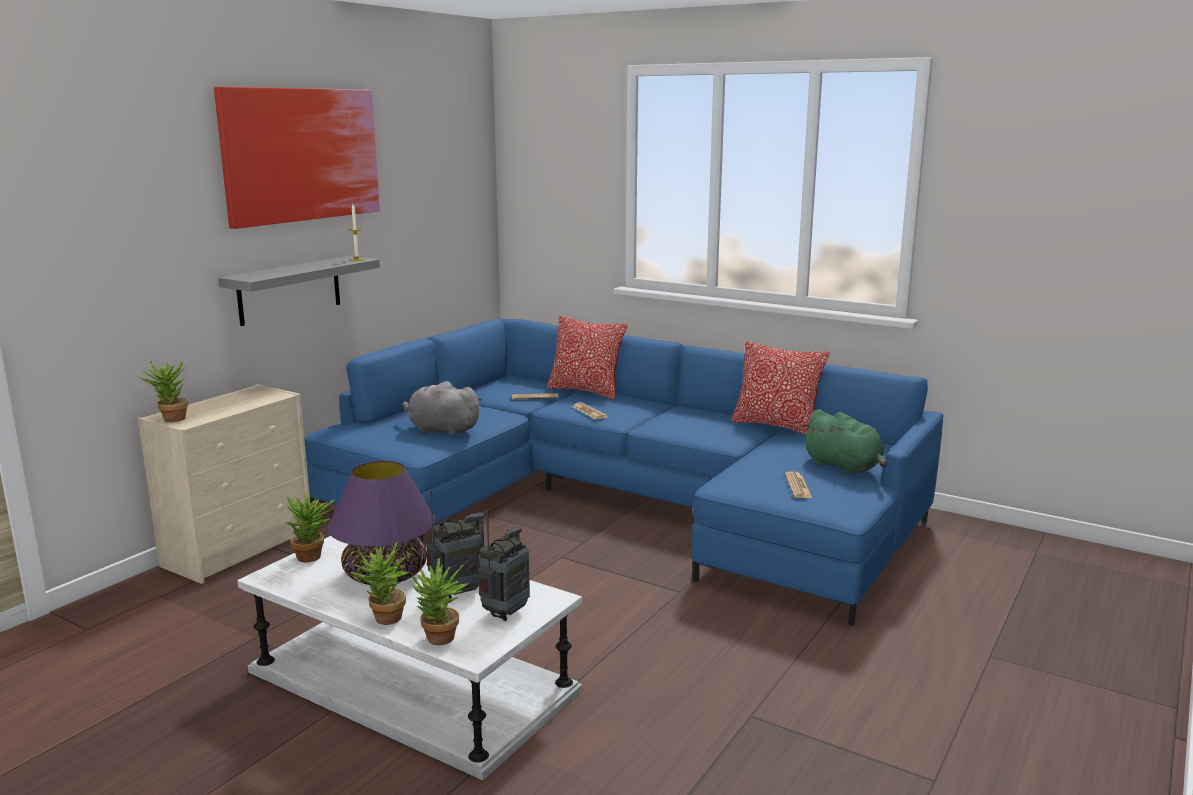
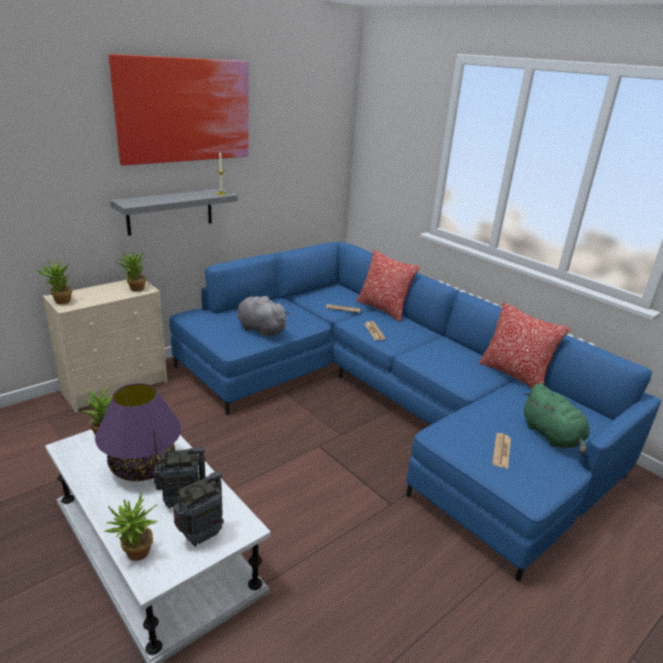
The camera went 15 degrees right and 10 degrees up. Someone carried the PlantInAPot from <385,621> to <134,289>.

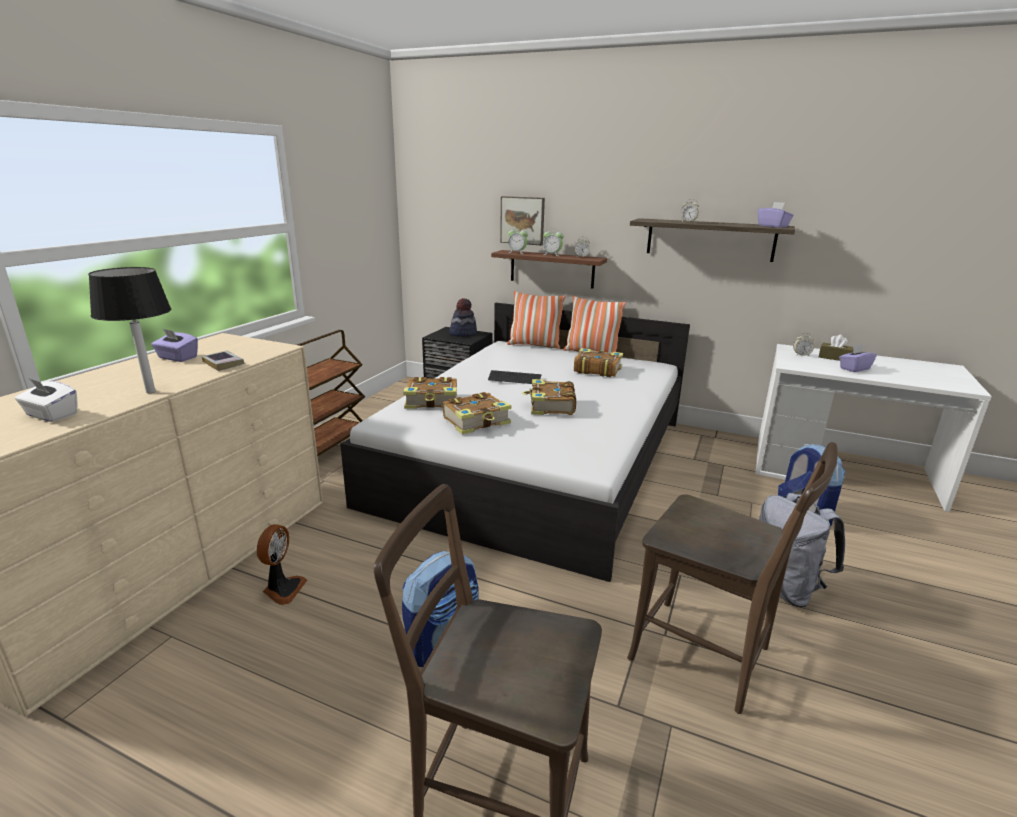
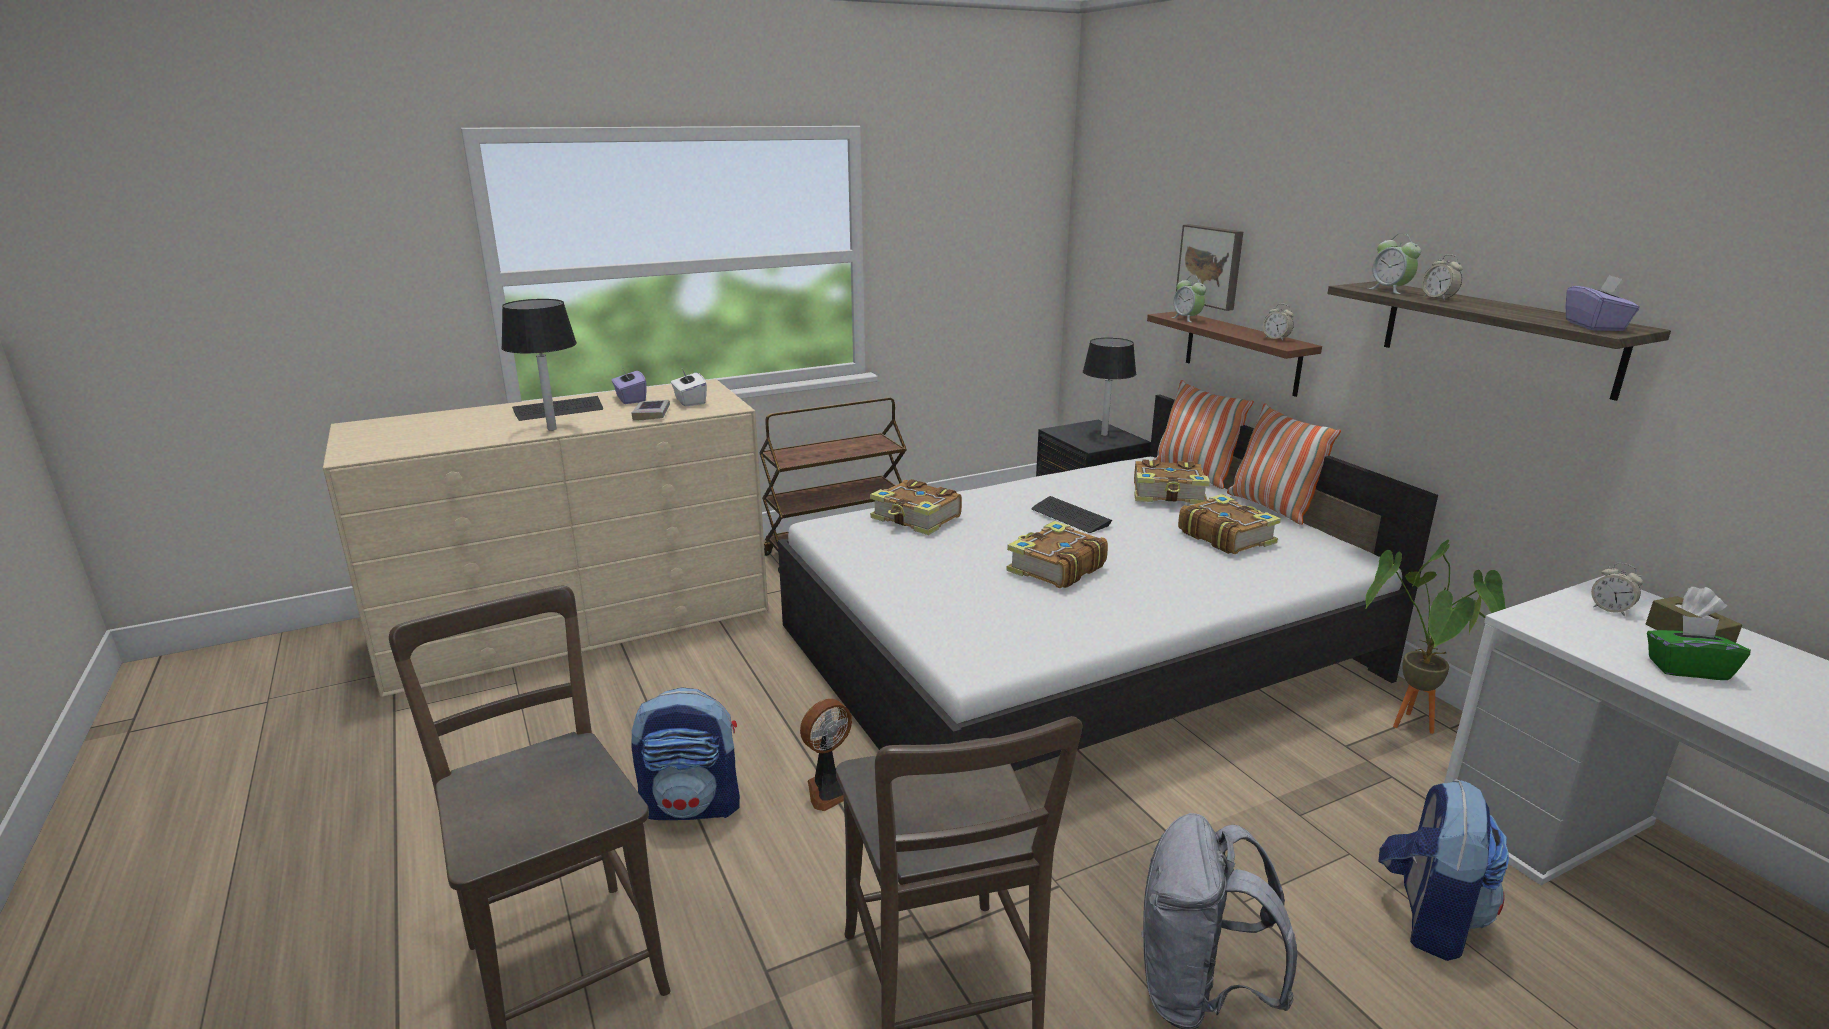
The camera went 40 degrees right and 0 degrees up. Someone put down the Keyboard at <559,411>. Someone put down the PlantInAPot at <1410,729>. Someone carried the WhiteColouredTissueHolder from <51,415> to <689,401>. Someone carried the Fan from <283,589> to <830,789>. Someone carried the Book from <477,422> to <1169,494>. Someone carried the AlarmClock from <552,255> to <1390,290>. Someone swapped the Hat at <463,333> for the BlackishTableLamp at <1104,434>. Someone repainted the PurpleColouredTissueHolder at <854,368>, which became the GreenishTissueHolder at <1687,669>.

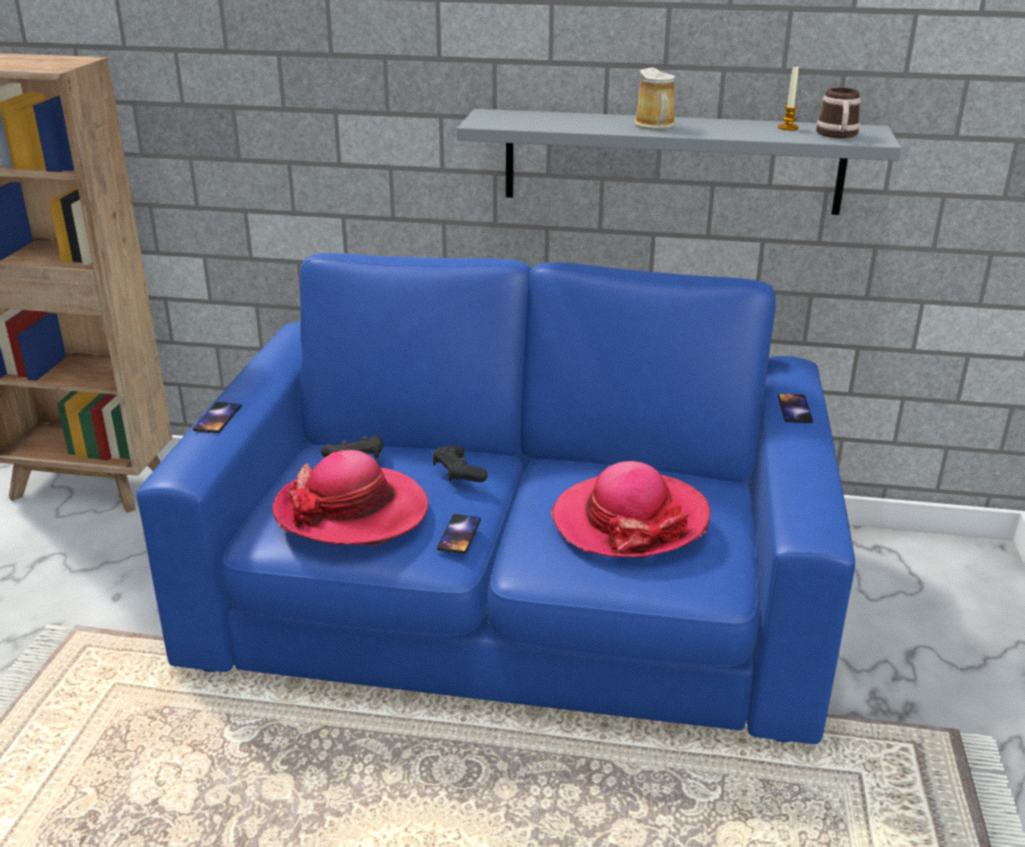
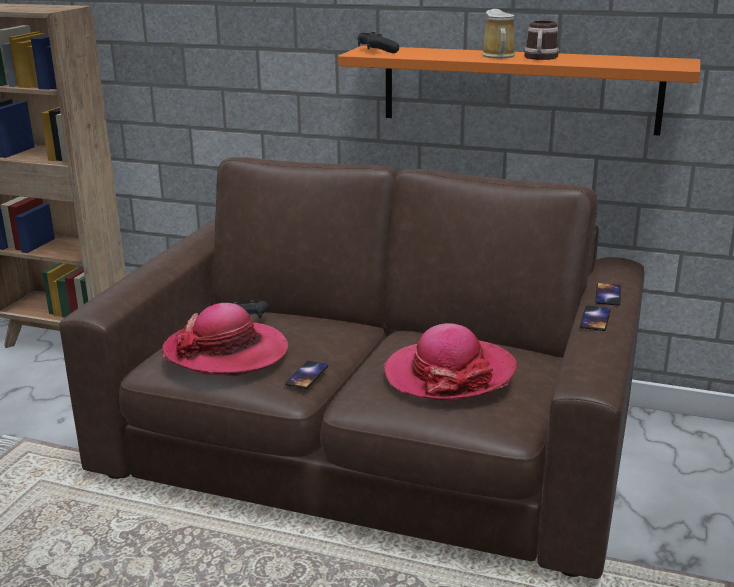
The camera went 10 degrees right and 5 degrees down. Someone took away the Candle at <788,128>. Someone carried the Phone from <218,418> to <595,319>. Someone carried the BlackishGameController from <458,473> to <377,51>. Someone carried the TeaMug from <837,135> to <540,58>. Someone repainted the BlueColouredSettee at <512,597>, which became the BrownSettee at <369,445>. Someone repainted the GrayWallShelf at <672,161>, which became the OrangeColouredWallShelf at <519,89>.

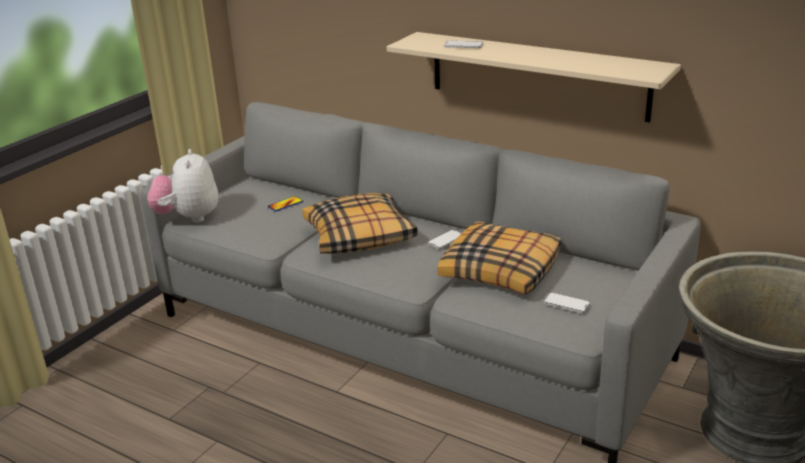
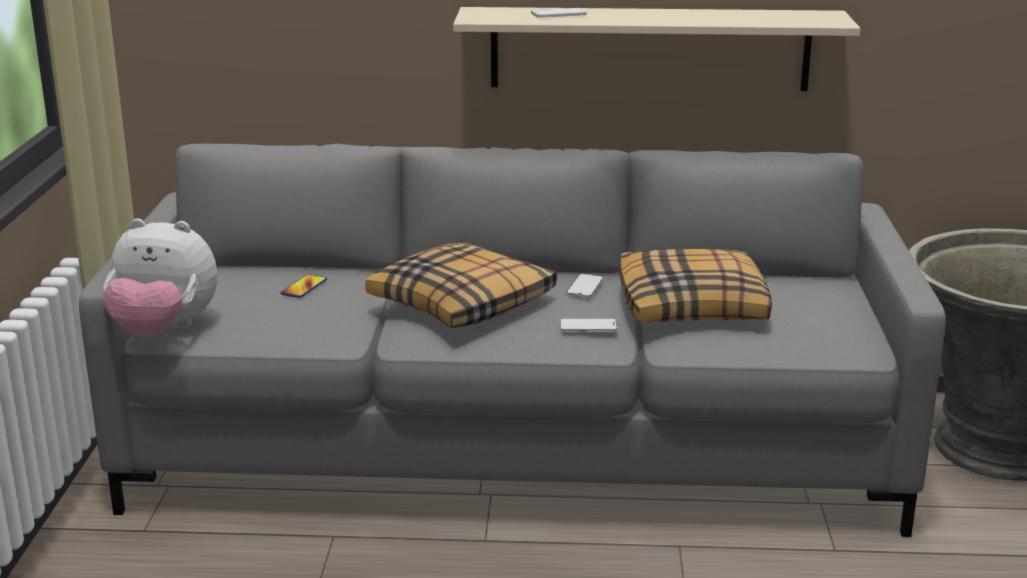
The camera went 30 degrees left and 5 degrees down. Someone carried the Phone from <566,304> to <588,327>. Someone rotated the SoftToy at <189,218> by 45 degrees counterclockwise.

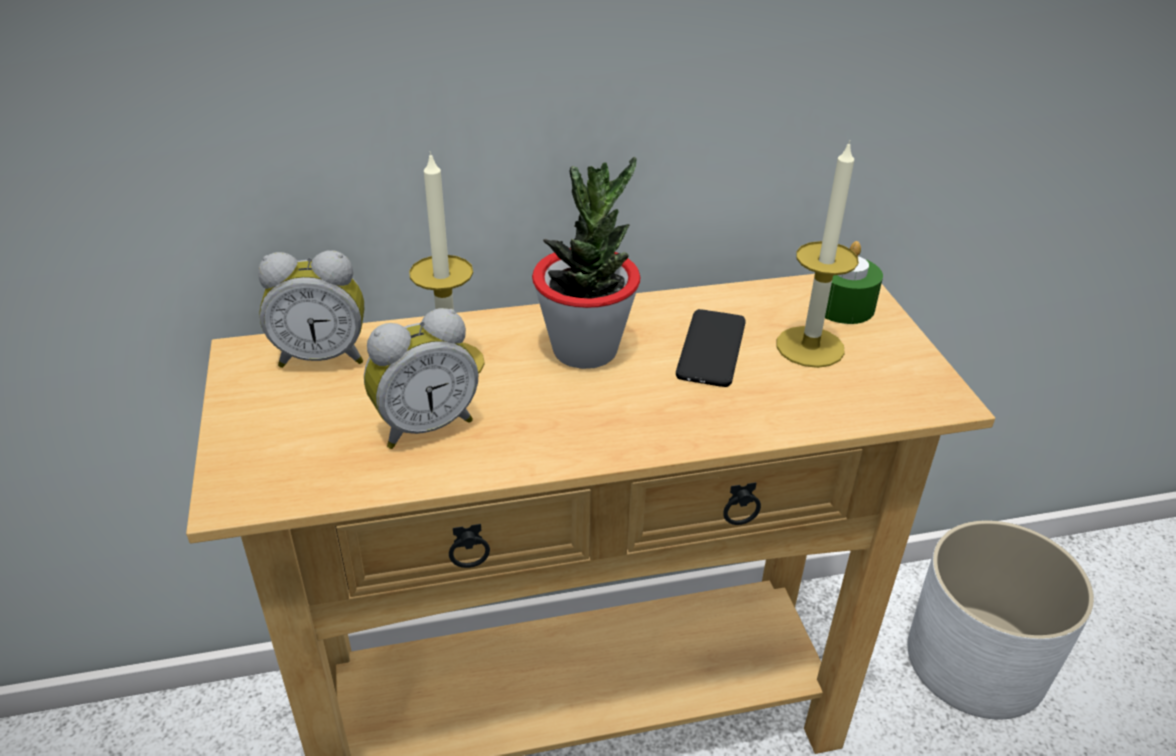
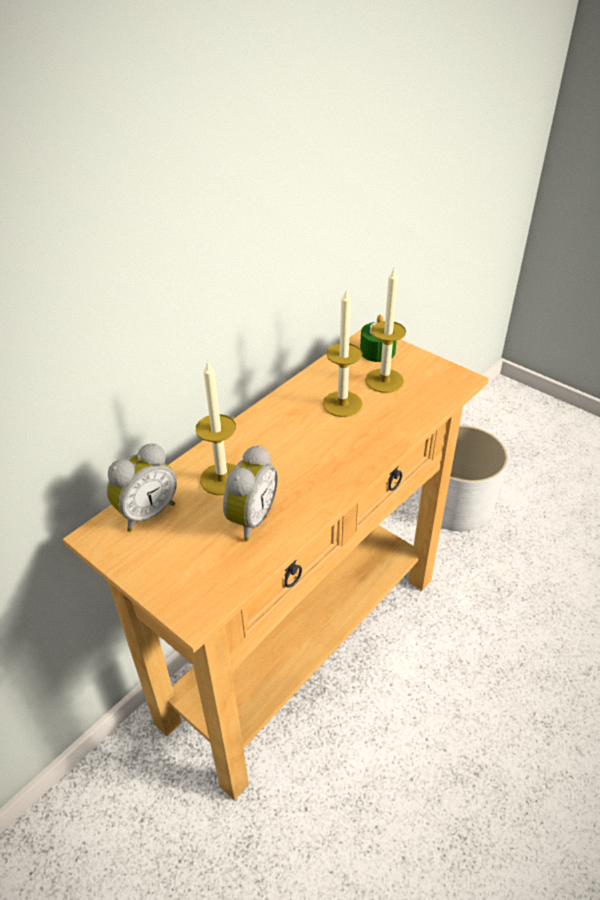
The camera went 35 degrees left and 5 degrees up. Someone took away the PlantInAPot at <585,350>. Someone swapped the Phone at <711,348> for the Candle at <342,404>.

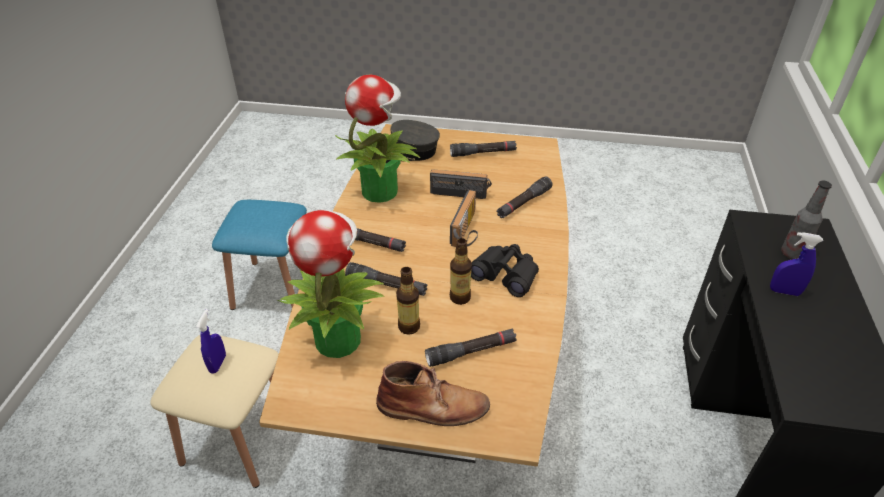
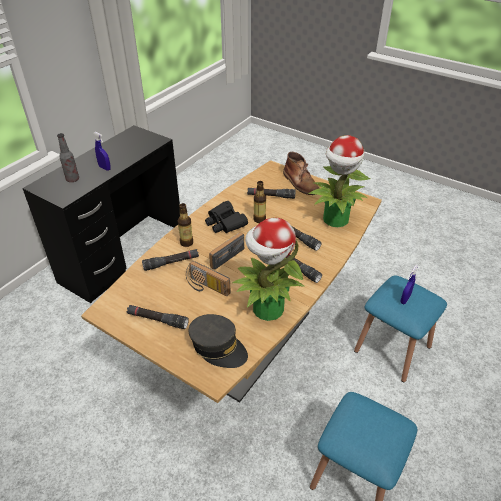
The camera went 155 degrees left and 0 degrees up. Someone carried the Bottle from <409,327> to <186,243>. Someone repainted the BeigeColouredStool at <239,439>, which became the BlueColouredStool at <392,349>. Someone rotated the BrownHighTopBoot at <434,407> by 150 degrees counterclockwise.

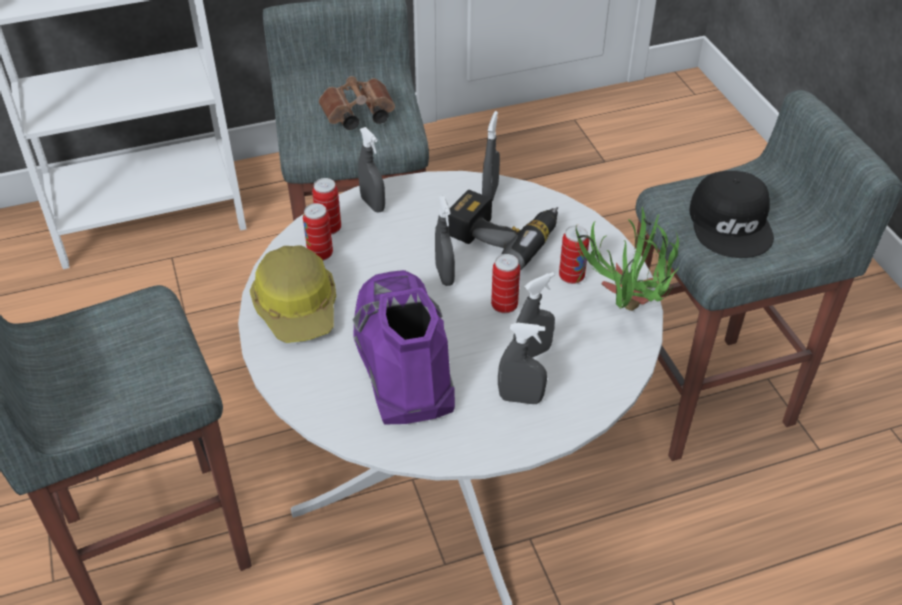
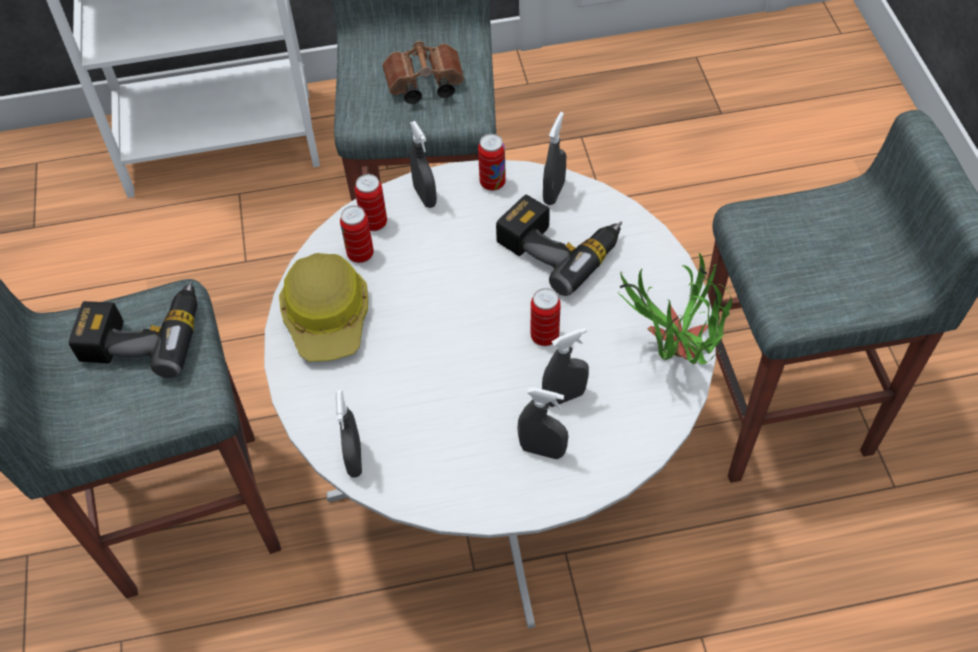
The camera went 10 degrees right and 10 degrees up. Someone took away the PurpleColouredHighTopBoot at <402,358>. Someone took away the BlackishPeakedCap at <732,223>. Someone put down the Drill at <144,333>. Someone carried the GrayHandSprayer from <444,275> to <354,459>. Someone carried the MetalCan from <571,277> to <492,183>.

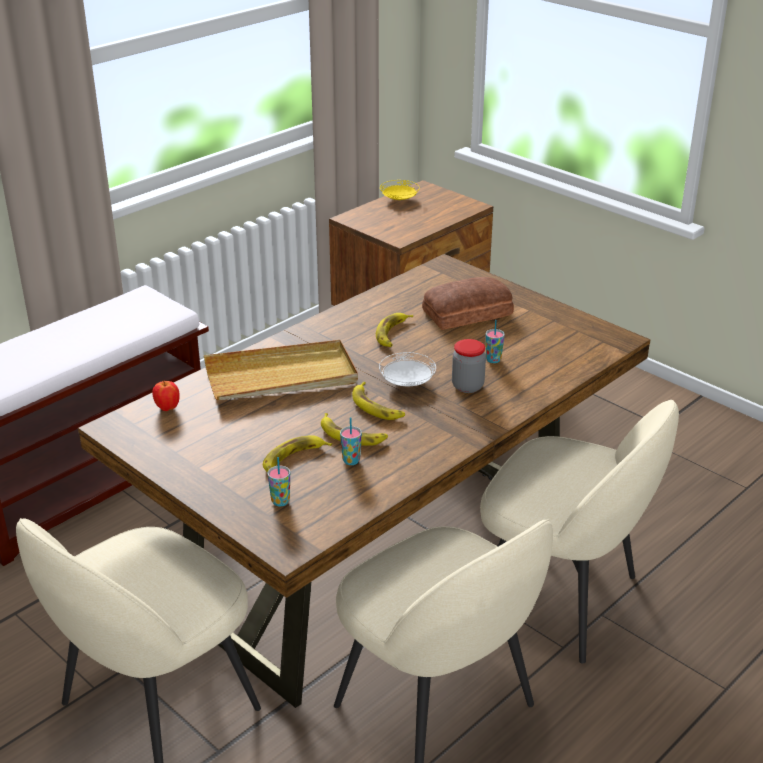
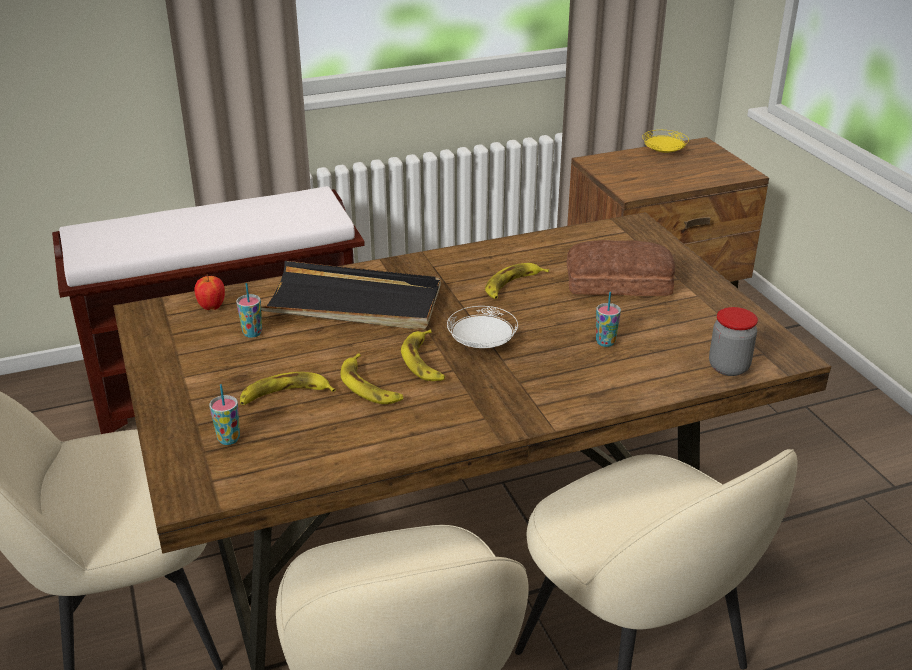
The camera went 25 degrees right and 0 degrees up. Someone carried the SmallCup from <351,461> to <252,333>. Someone carried the Jar from <467,386> to <728,367>. Someone repainted the BeigeColouredCarryingTray at <281,376>, which became the BlackishCarryingTray at <353,303>.

